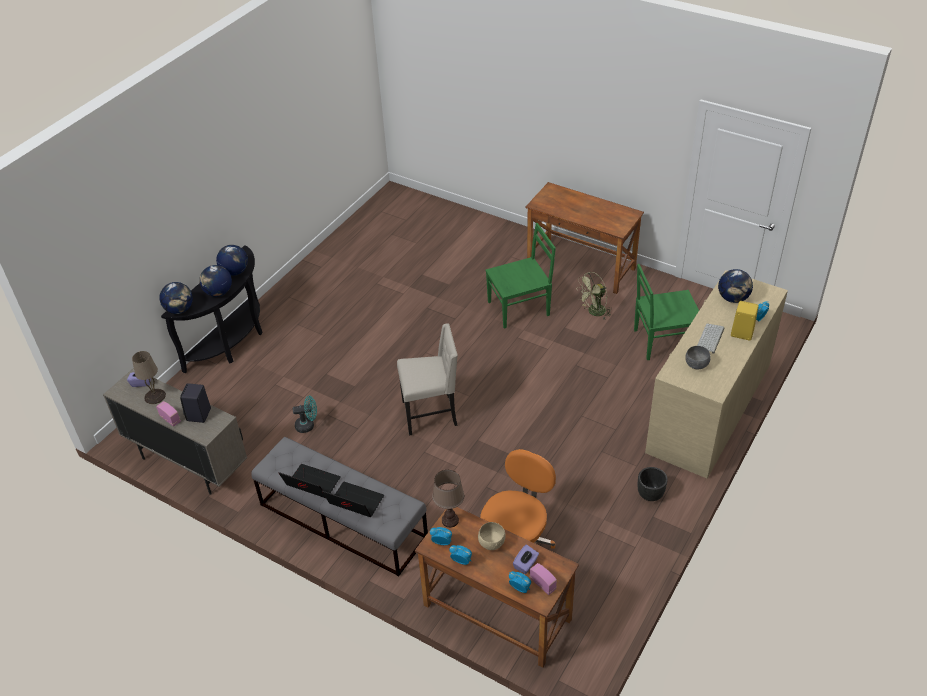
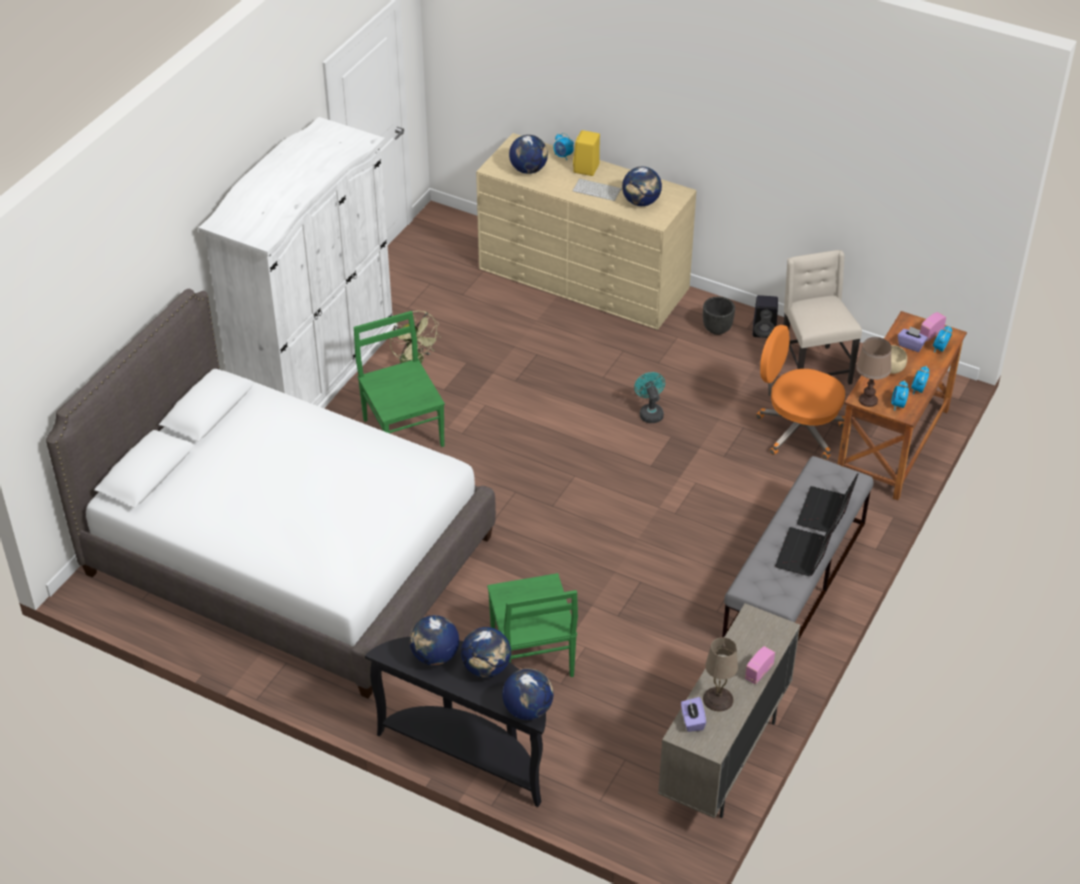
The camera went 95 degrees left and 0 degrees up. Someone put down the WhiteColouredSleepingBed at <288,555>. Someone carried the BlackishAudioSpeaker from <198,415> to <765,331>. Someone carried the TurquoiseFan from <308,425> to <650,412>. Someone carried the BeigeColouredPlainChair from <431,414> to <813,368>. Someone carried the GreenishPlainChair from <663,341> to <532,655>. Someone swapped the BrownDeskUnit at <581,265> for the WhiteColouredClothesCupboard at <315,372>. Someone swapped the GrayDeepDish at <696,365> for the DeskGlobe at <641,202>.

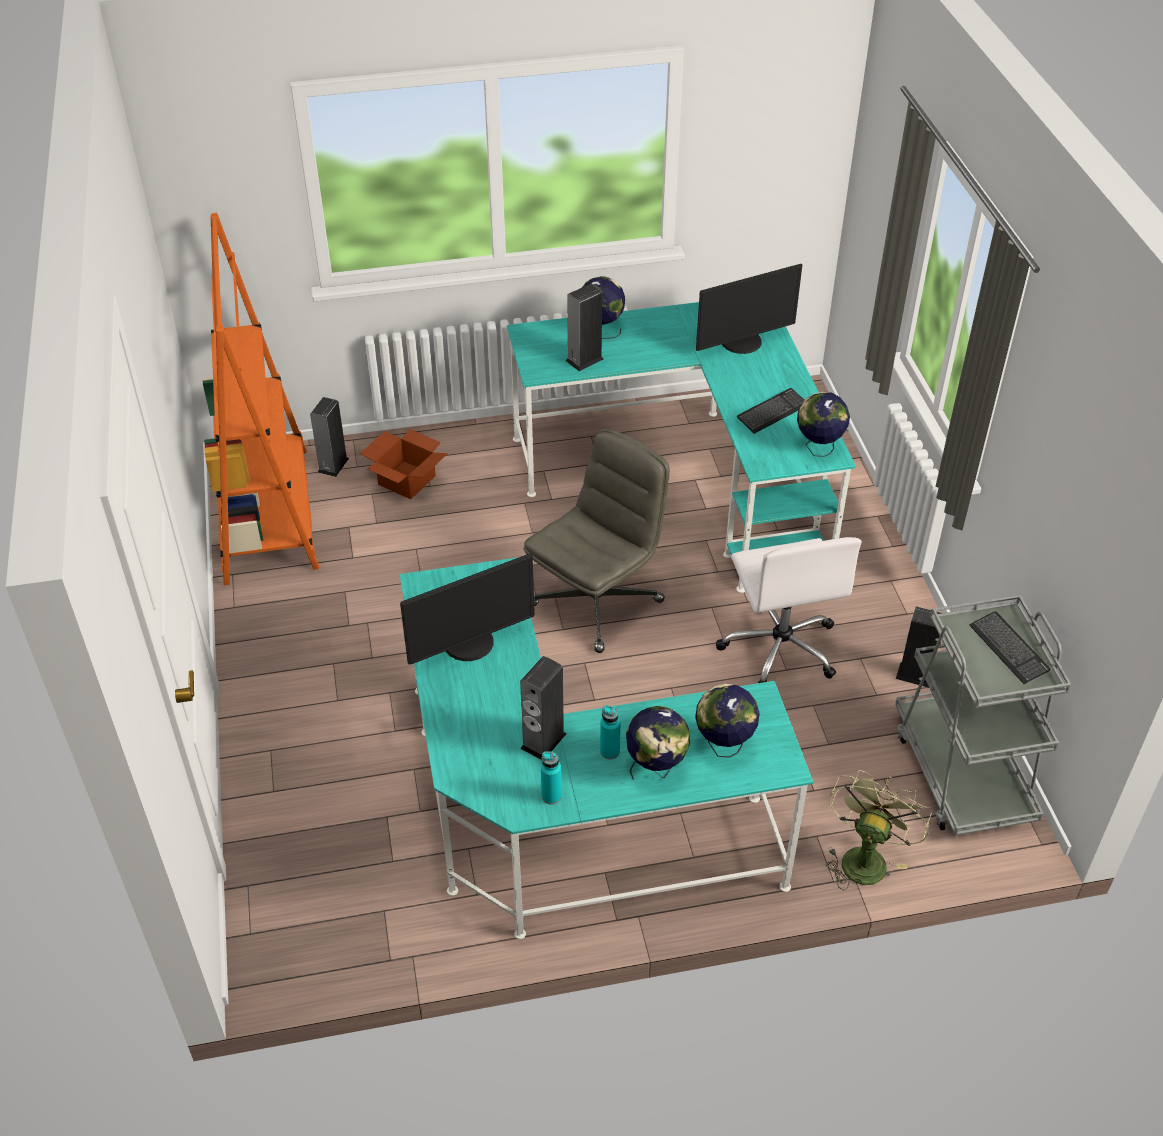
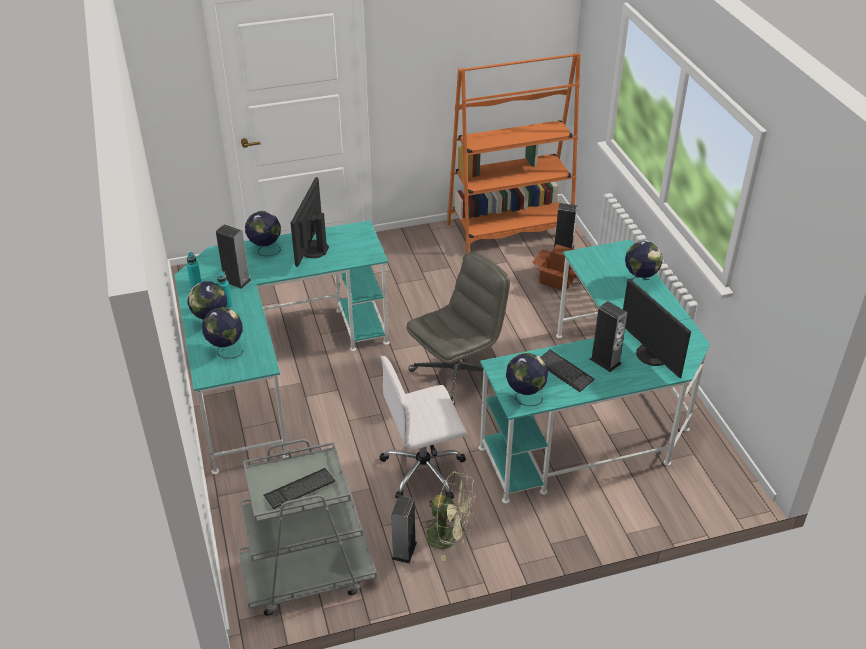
The camera went 85 degrees right and 5 degrees down. Someone put down the DeskGlobe at <265,250>. Someone carried the AudioSpeaker from <584,360> to <605,361>. Someone carried the GreenishFan from <865,857> to <449,538>. Someone rotated the ComputerScreen at <470,644> by 45 degrees clockwise. Someone rotated the GrayOfficeChair at <596,602> by 75 degrees counterclockwise.

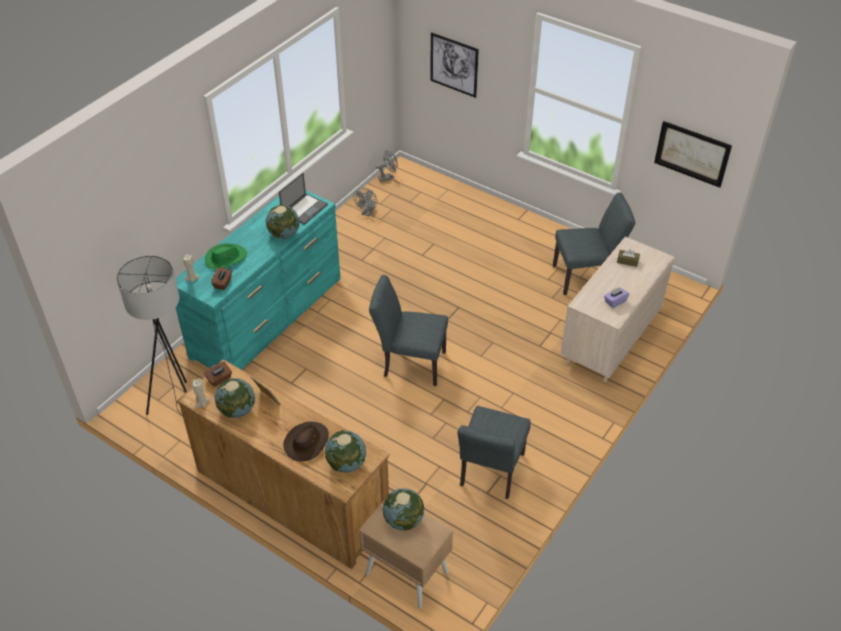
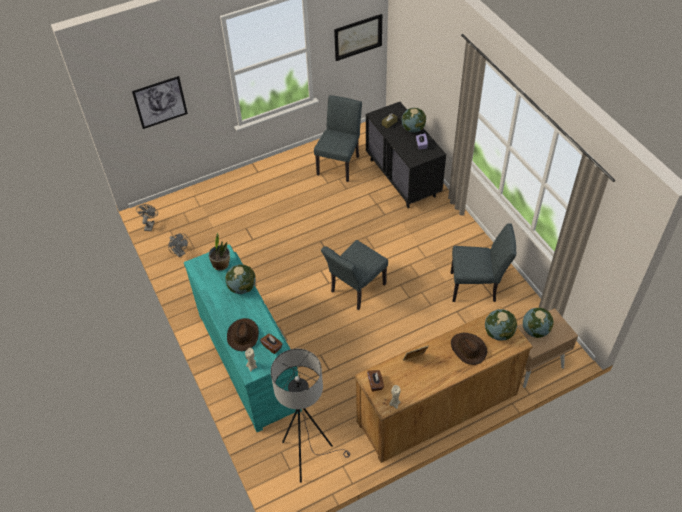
The camera went 60 degrees left and 5 degrees up. Someone carried the DeskGlobe from <237,410> to <413,129>. Someone swapped the Laptop at <304,209> for the PlantInAPot at <221,264>. Someone repainted the GreenishHat at <226,258>, which became the BrownHat at <243,335>. Someone repainted the BeigeColouredDrawerChest at <610,340>, which became the BlackishDrawerChest at <402,178>. Someone rotated the GrayPlainChair at <490,474> by 45 degrees counterclockwise.

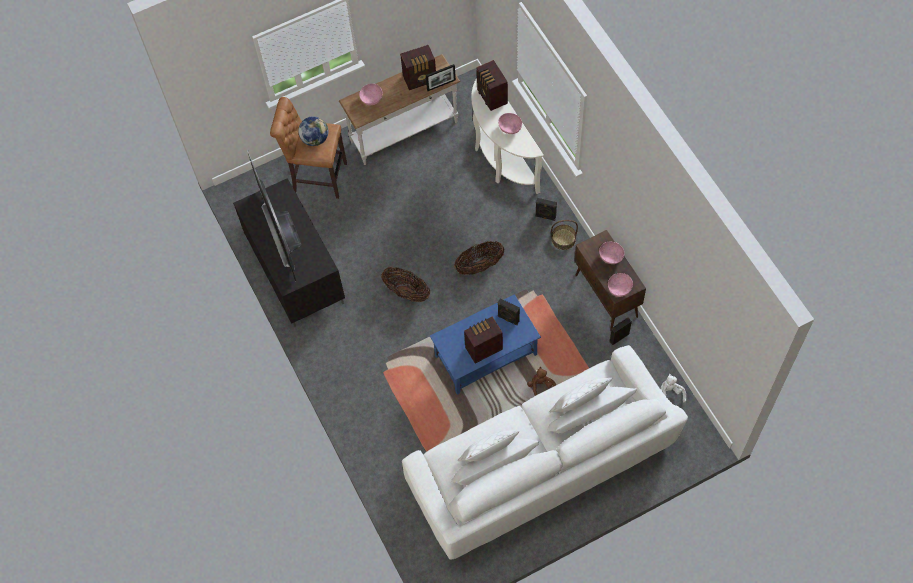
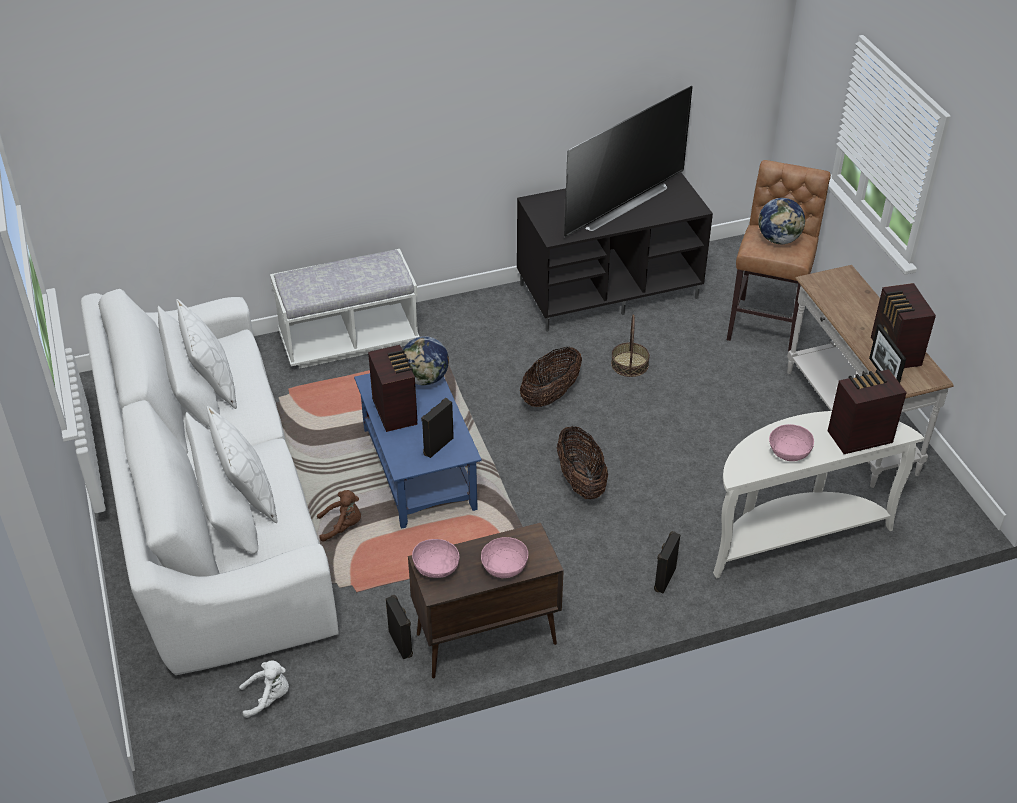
The camera went 95 degrees right and 20 degrees down. Someone took away the PinkDeepDish at <371,98>. Someone put down the WhiteColouredLongSeat at <349,340>. Someone put down the DeskGlobe at <425,379>. Someone carried the HouseholdBasket from <563,239> to <629,364>. Someone rotated the Television at <282,232> by 150 degrees clockwise.

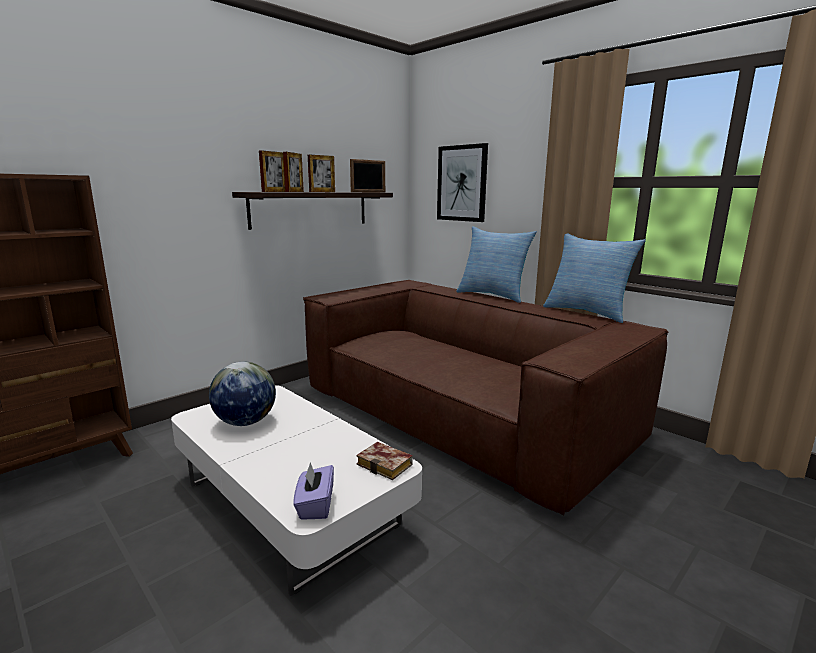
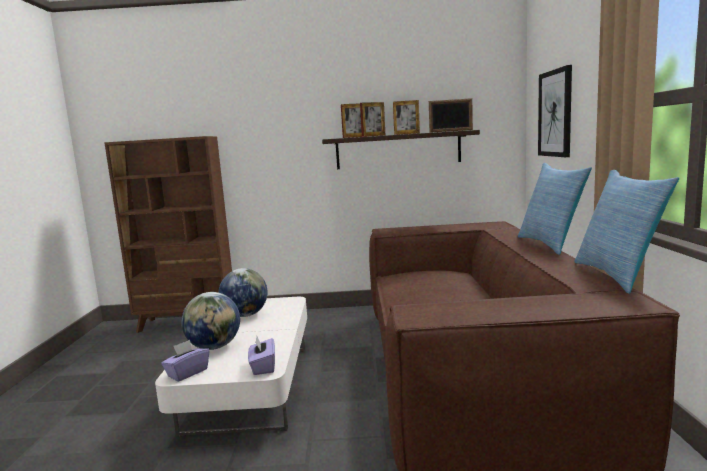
The camera went 45 degrees right and 5 degrees down. Someone put down the DeskGlobe at <214,347>. Someone swapped the Book at <387,465> for the PurpleColouredTissueHolder at <263,367>.

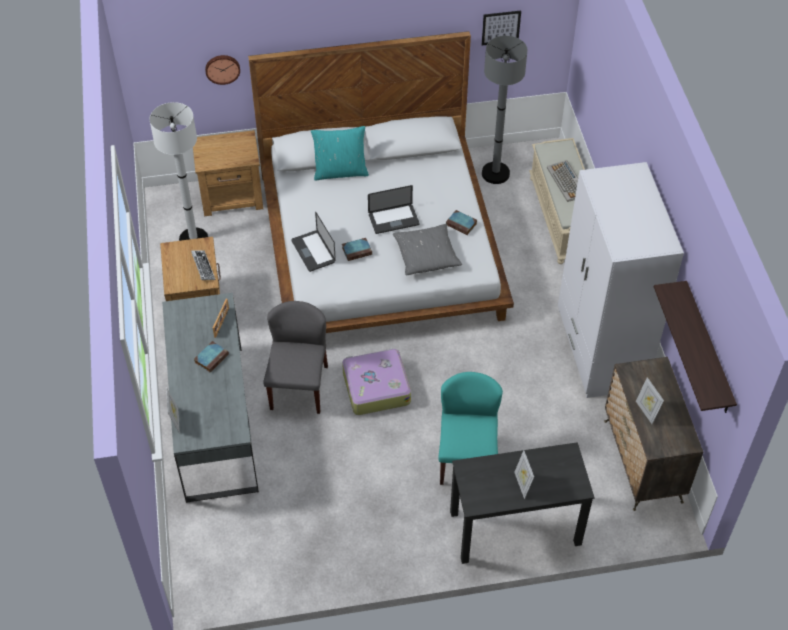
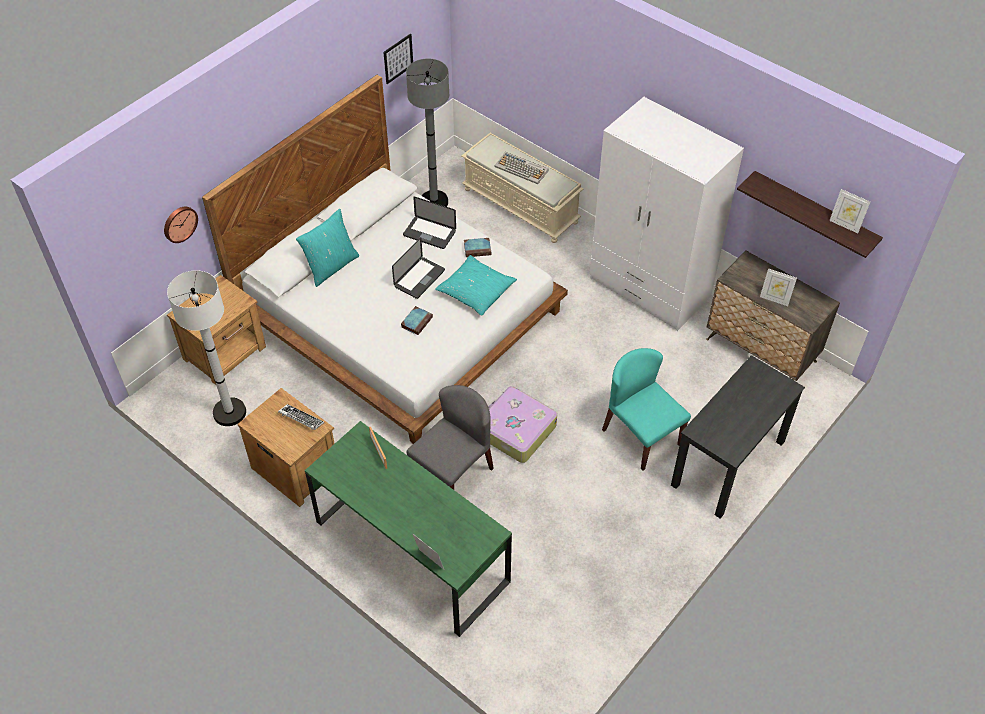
The camera went 40 degrees left and 0 degrees up. Someone took away the Book at <211,358>. Someone carried the Laptop from <313,251> to <429,233>. Someone carried the StandingFrame from <522,484> to <845,225>. Someone repainted the GrayDeskUnit at <215,421>, which became the GreenishDeskUnit at <412,551>. Someone repainted the GrayThrowPillow at <426,255>, which became the TurquoiseThrowPillow at <476,291>. Someone rotated the GrayPlainChair at <298,387> by 75 degrees clockwise.

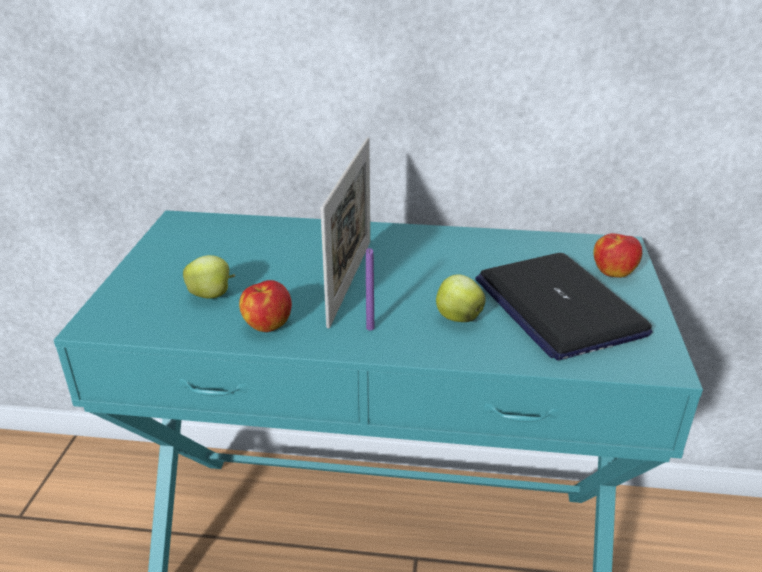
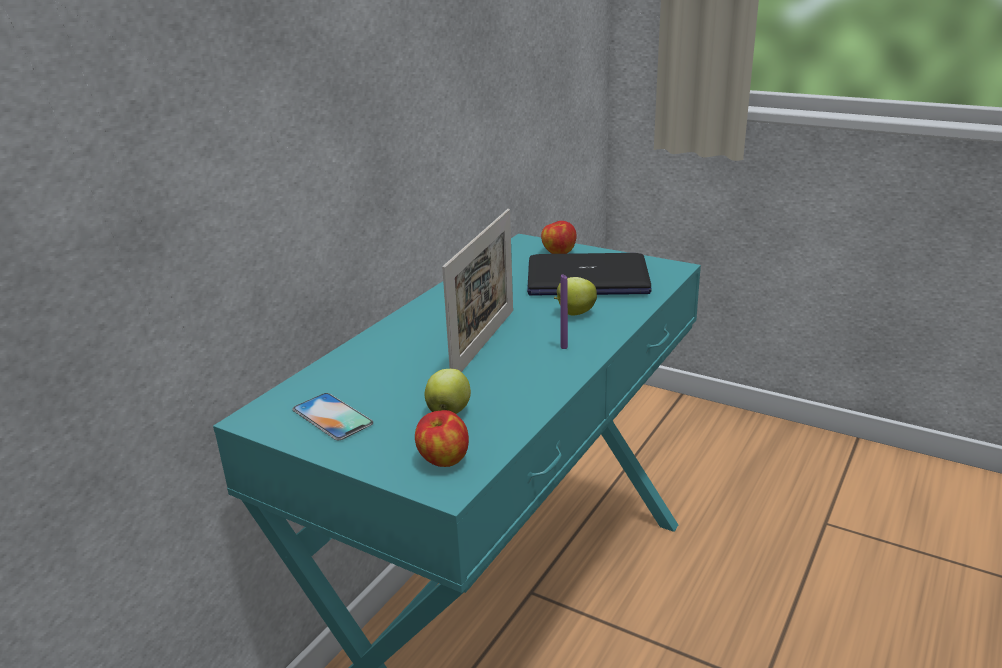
The camera went 65 degrees left and 5 degrees down. Someone put down the Phone at <332,416>. Someone carried the WholeApple from <267,325> to <443,460>. Someone rotated the StandingFrame at <350,281> by 75 degrees clockwise.

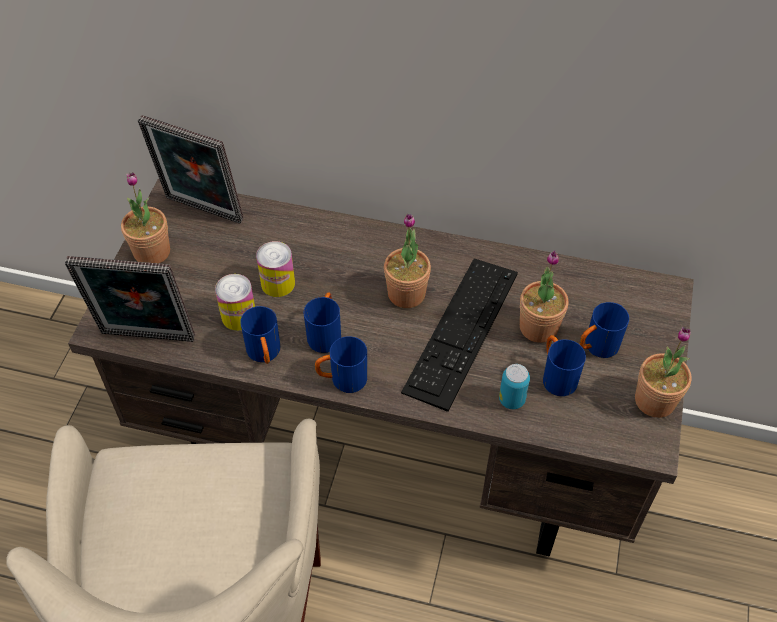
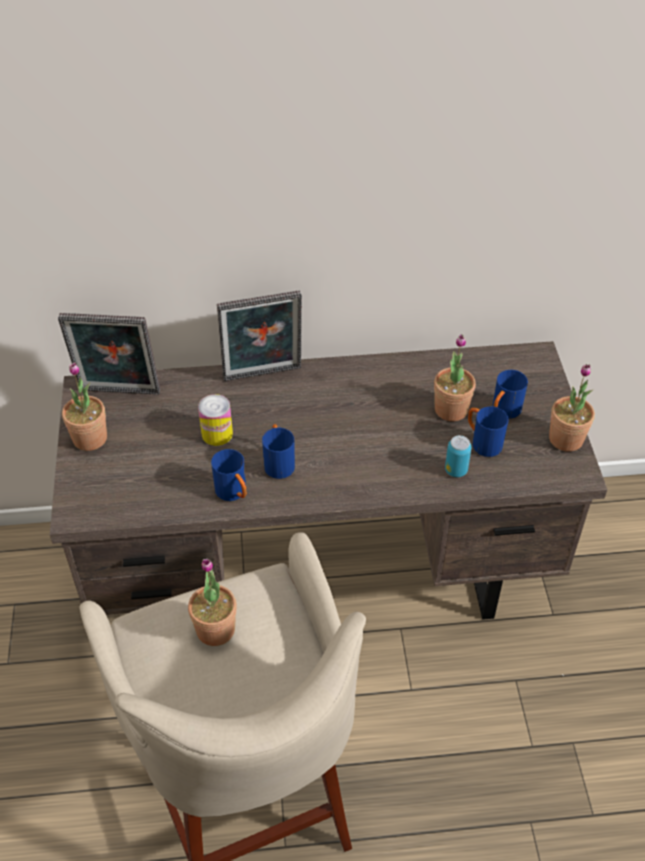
The camera went 20 degrees left and 5 degrees down. Someone took away the MetalCan at <239,316>. Someone took away the BlueColouredTeaMug at <342,380>. Someone took away the Keyboard at <461,331>. Someone carried the StandingFrame from <146,339> to <263,376>. Someone carried the PlantInAPot from <406,294> to <215,629>.

